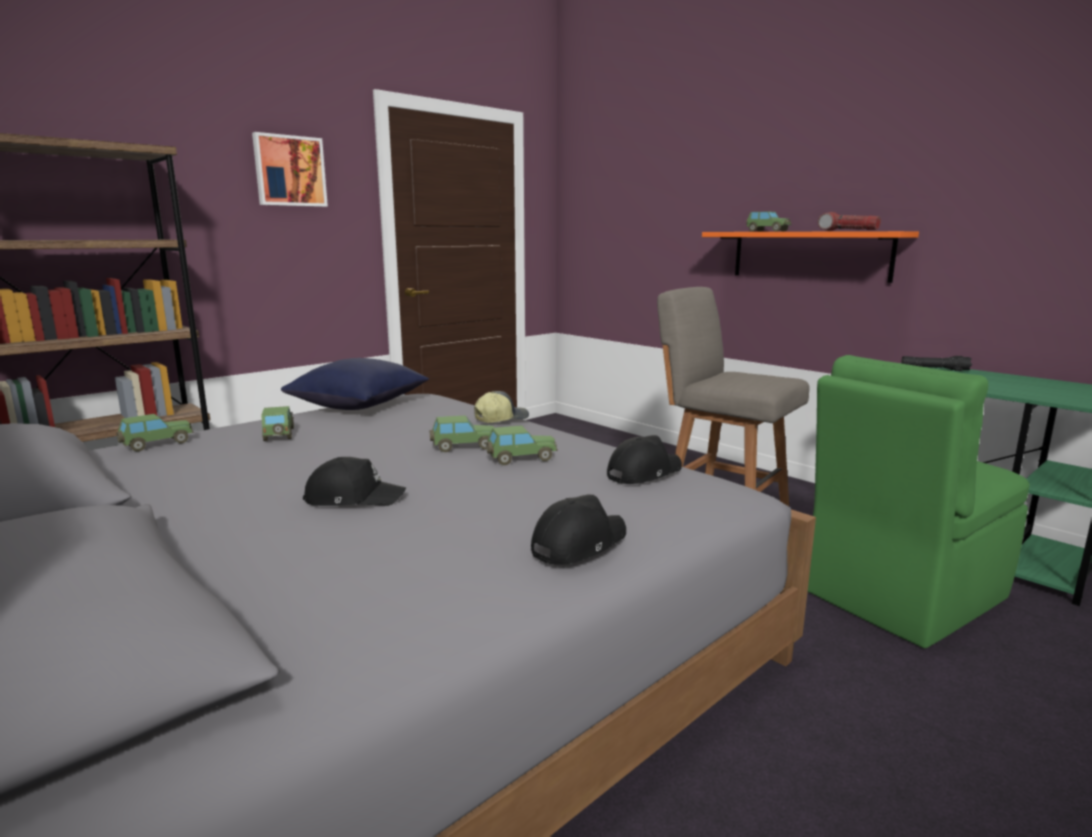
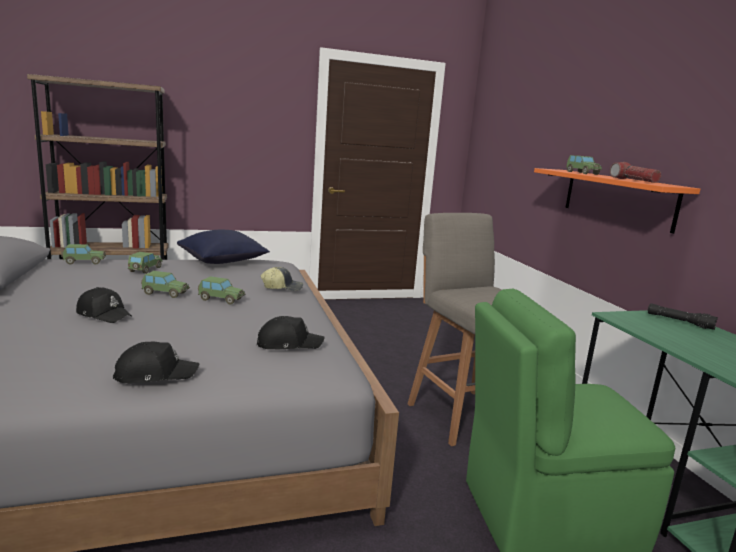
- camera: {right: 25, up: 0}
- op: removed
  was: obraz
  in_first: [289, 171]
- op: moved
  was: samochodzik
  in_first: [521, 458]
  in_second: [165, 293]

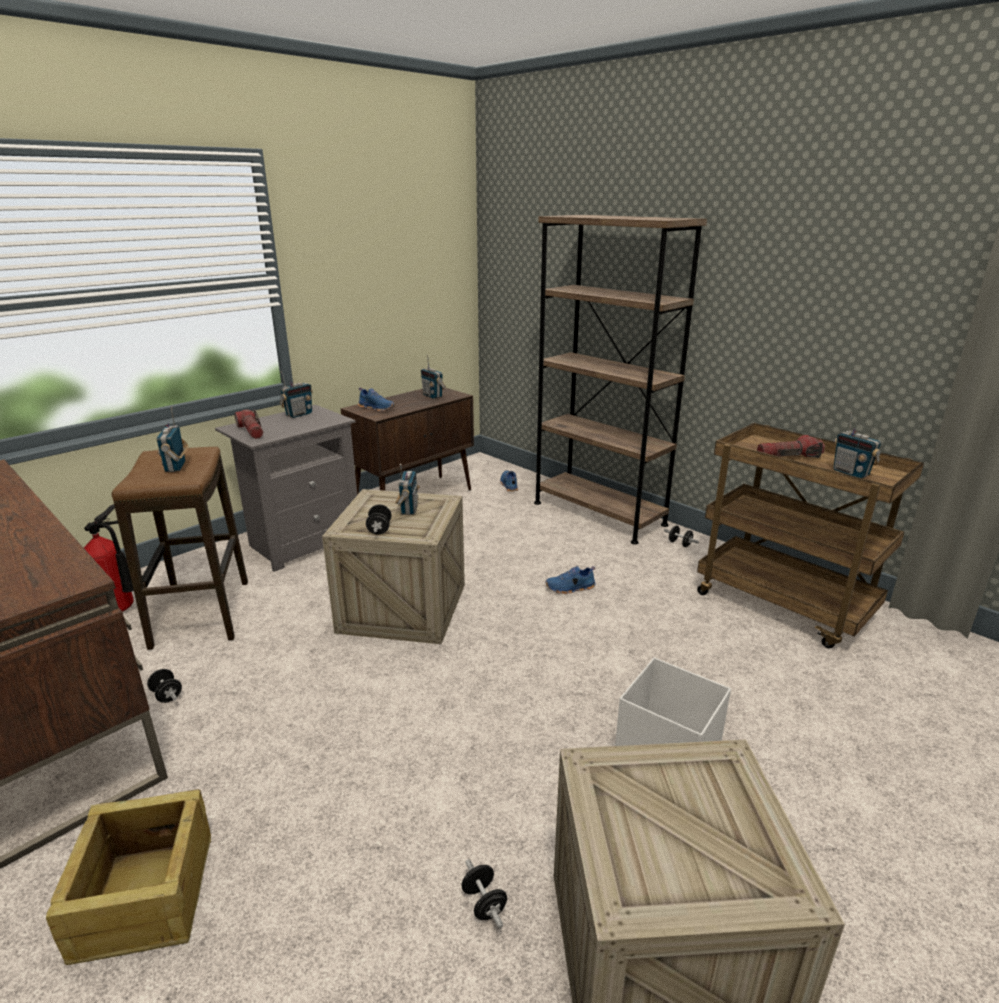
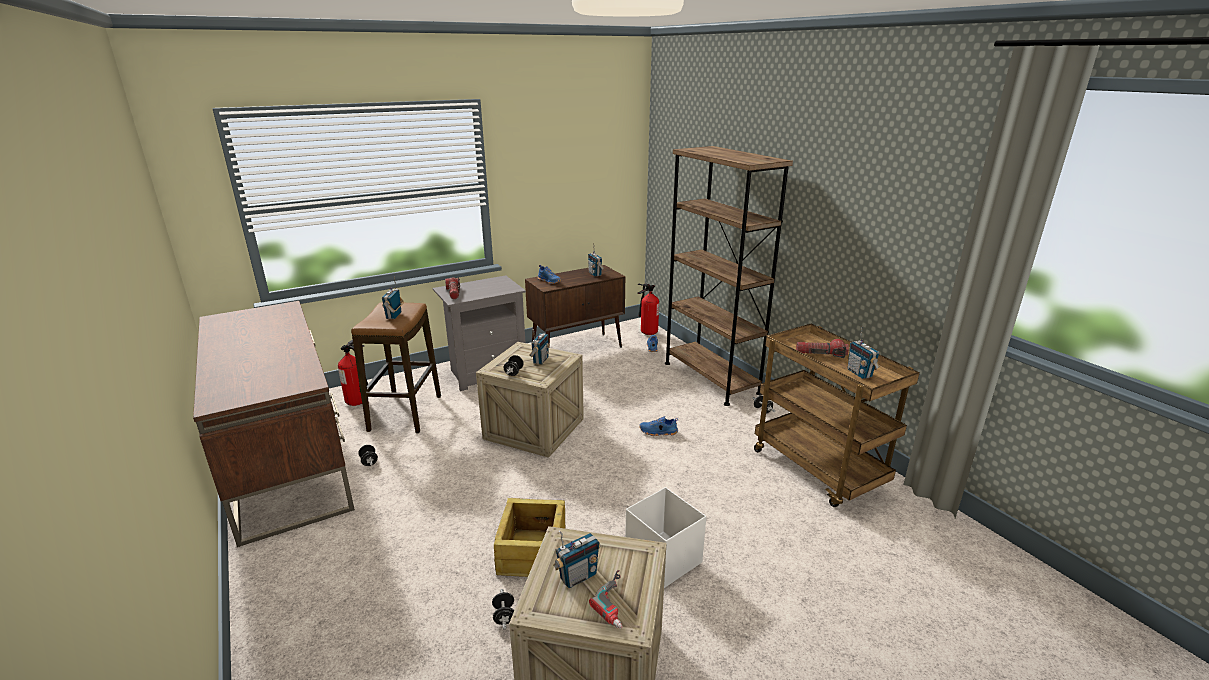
- camera: {right: 15, up: 0}
- op: moved
  was: radio
  in_first: [299, 414]
  in_second: [578, 576]
- op: moved
  was: skrzynka
  in_first: [143, 896]
  in_second: [531, 552]
- op: added
  now: gaśnica
  in_second: [646, 332]
- op: added
  now: wiertarka
  in_second: [618, 602]

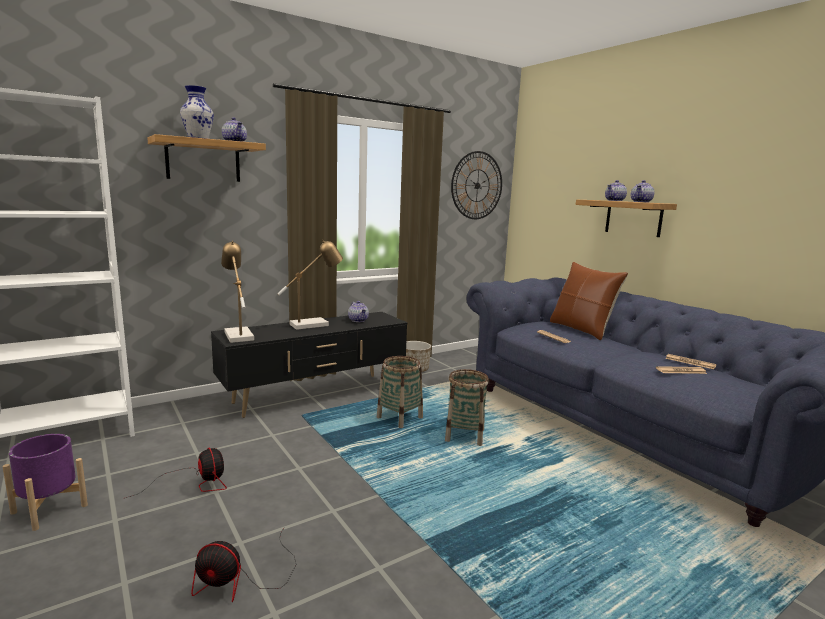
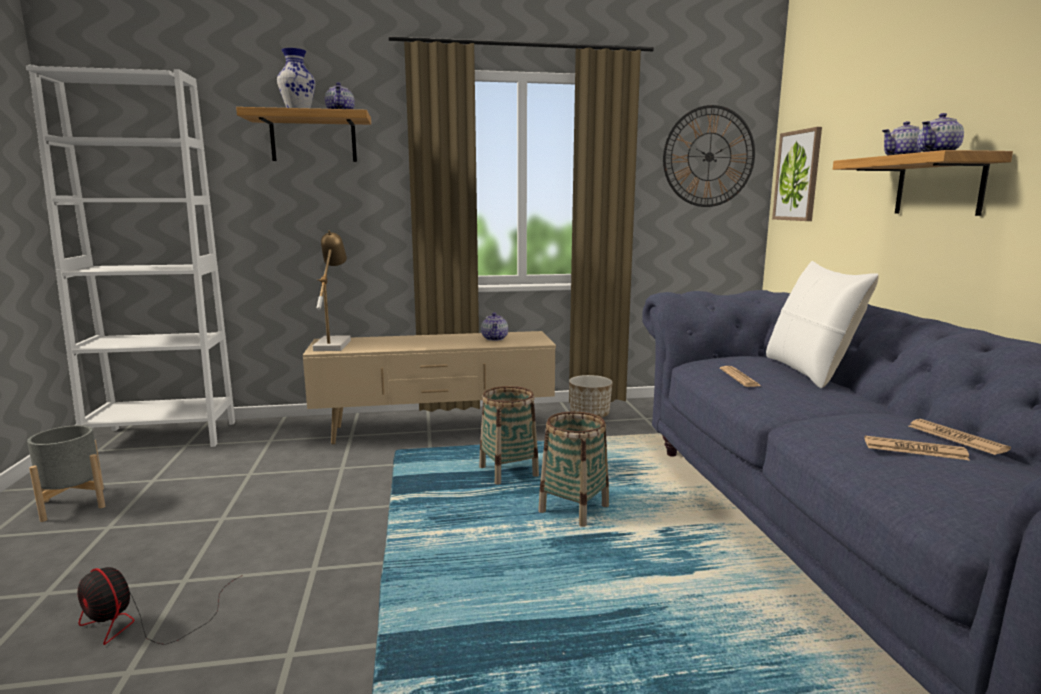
- camera: {right: 25, up: 0}
- op: removed
  was: lampa stołowa
  in_first: [313, 324]
- op: recoloured
  was: poduszka (brązowy)
  now: poduszka (biały)
  in_first: [581, 329]
  in_second: [808, 371]
- op: recoloured
  was: szafka pod telewizor (czarny)
  now: szafka pod telewizor (beżowy)
  in_first: [316, 395]
  in_second: [436, 430]
- op: recoloured
  was: donica (fioletowy)
  now: donica (szary)
  in_first: [50, 509]
  in_second: [74, 504]
- op: removed
  was: wentylator
  in_first: [196, 483]
- op: added
  now: obraz
  in_second: [798, 176]

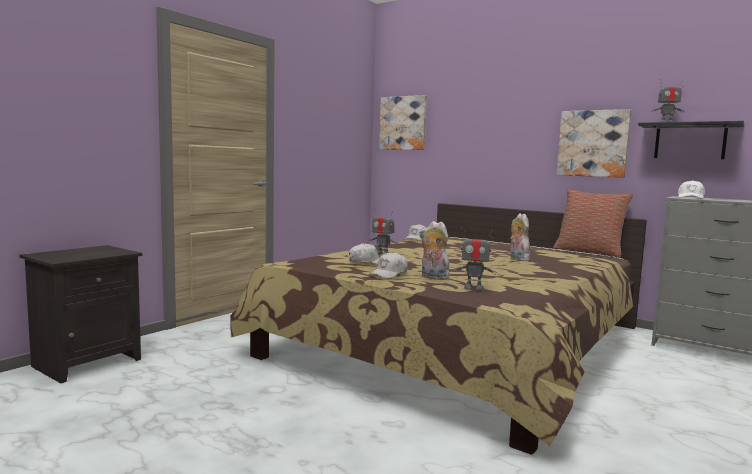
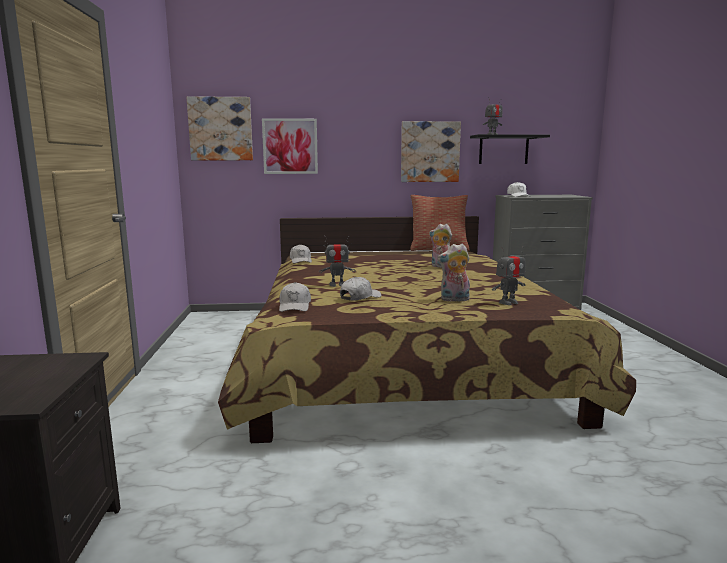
- camera: {right: -40, up: 5}
- op: moved
  was: czapka z daszkiem (biały)
  in_first: [389, 274]
  in_second: [295, 306]
- op: added
  now: obraz
  in_second: [290, 146]

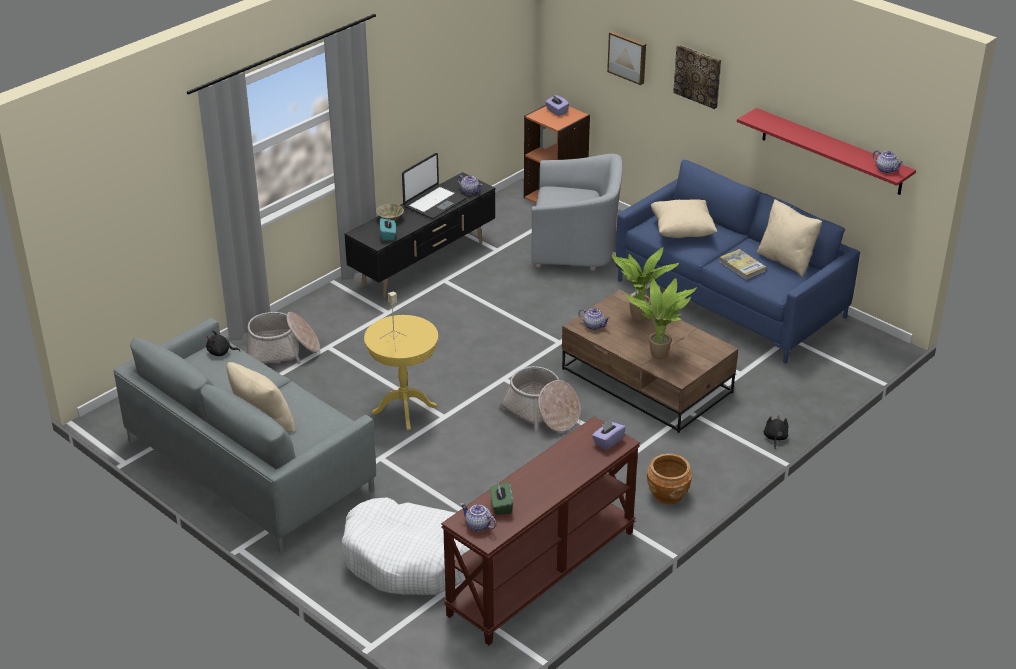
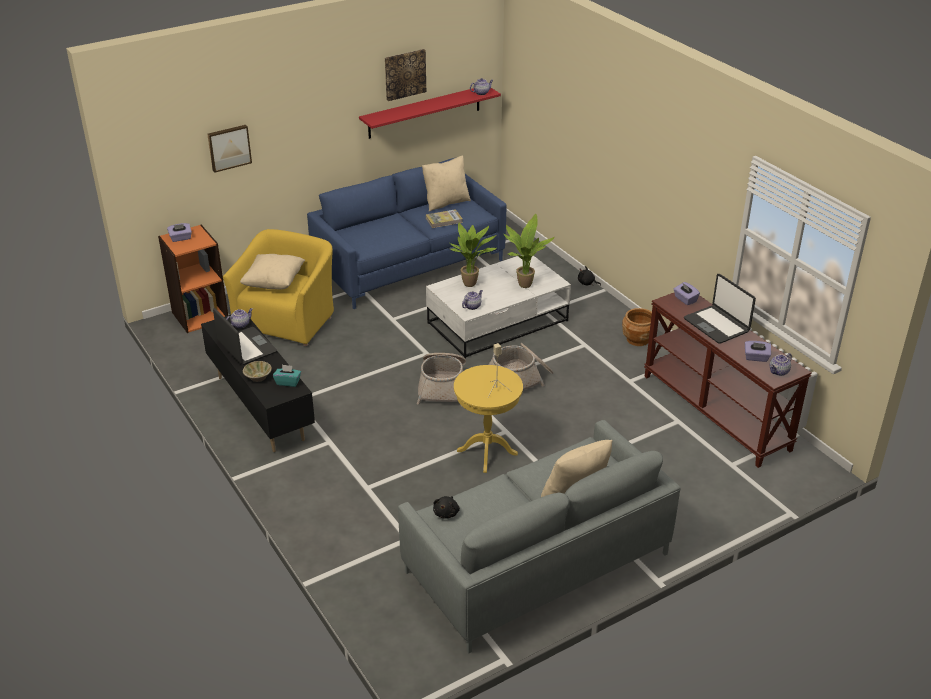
- camera: {right: -75, up: 0}
- op: moved
  was: obraz
  in_first: [698, 75]
  in_second: [404, 74]
- op: recoloured
  was: fotel (szary)
  now: fotel (żółty)
  in_first: [575, 246]
  in_second: [287, 320]
- op: moved
  was: poduszka (beżowy)
  in_first: [682, 232]
  in_second: [274, 283]
- op: recoloured
  was: ława (brązowy)
  now: ława (biały)
  in_first: [648, 381]
  in_second: [498, 321]
- op: moved
  was: koszyk
  in_first: [282, 351]
  in_second: [443, 386]
- op: recoloured
  was: pudełko chusteczek (zielony)
  now: pudełko chusteczek (fioletowy)
  in_first: [501, 506]
  in_second: [756, 358]
- op: removed
  was: legowisko (biały)
  in_first: [411, 559]
- op: added
  now: laptop
  in_second: [716, 325]

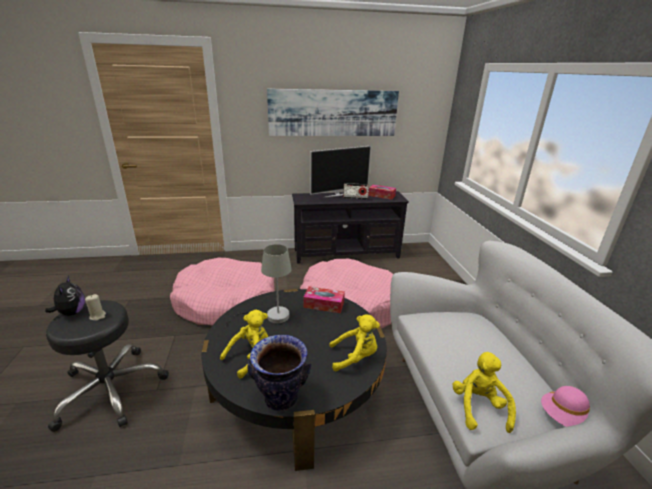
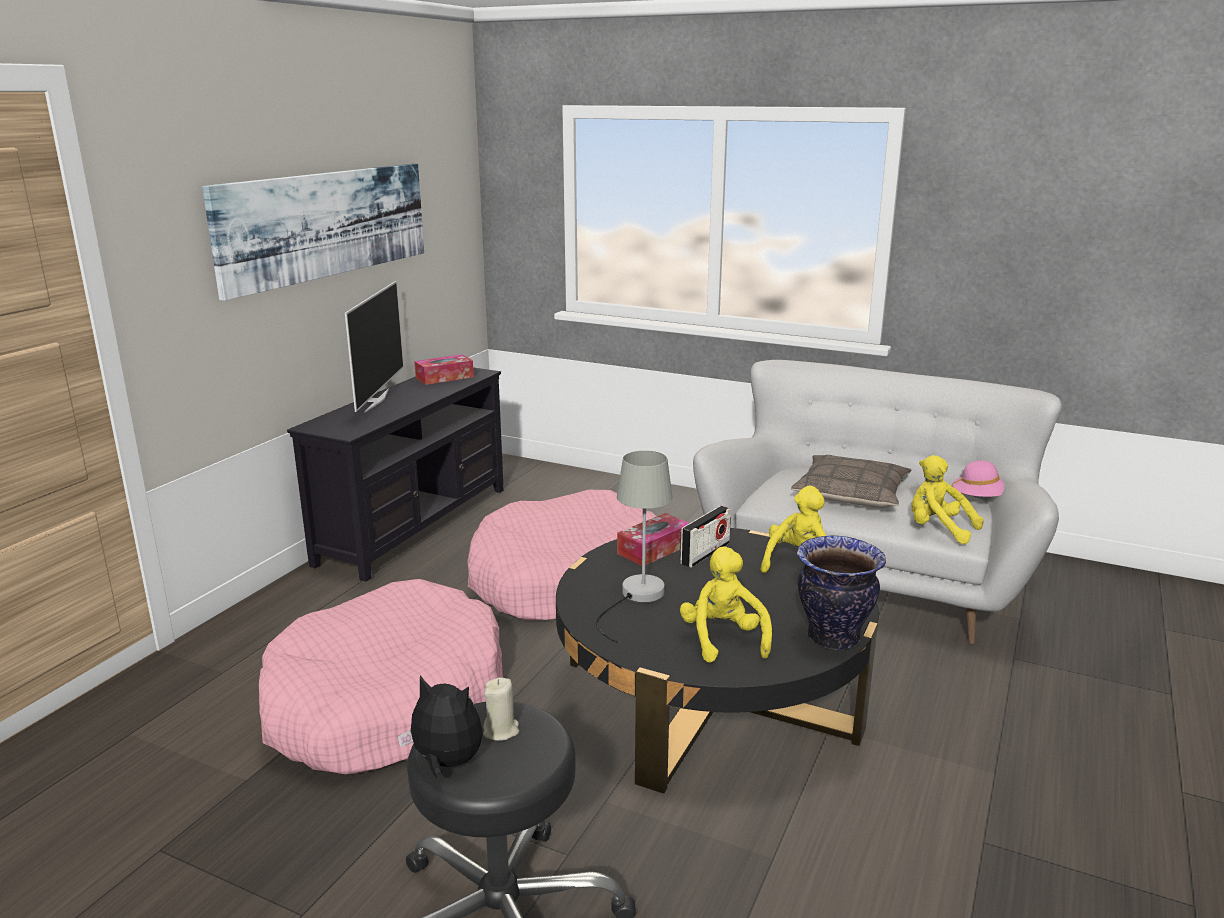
- camera: {right: -55, up: -5}
- op: moved
  was: radio
  in_first: [355, 198]
  in_second: [705, 553]
- op: added
  now: poduszka
  in_second: [851, 493]

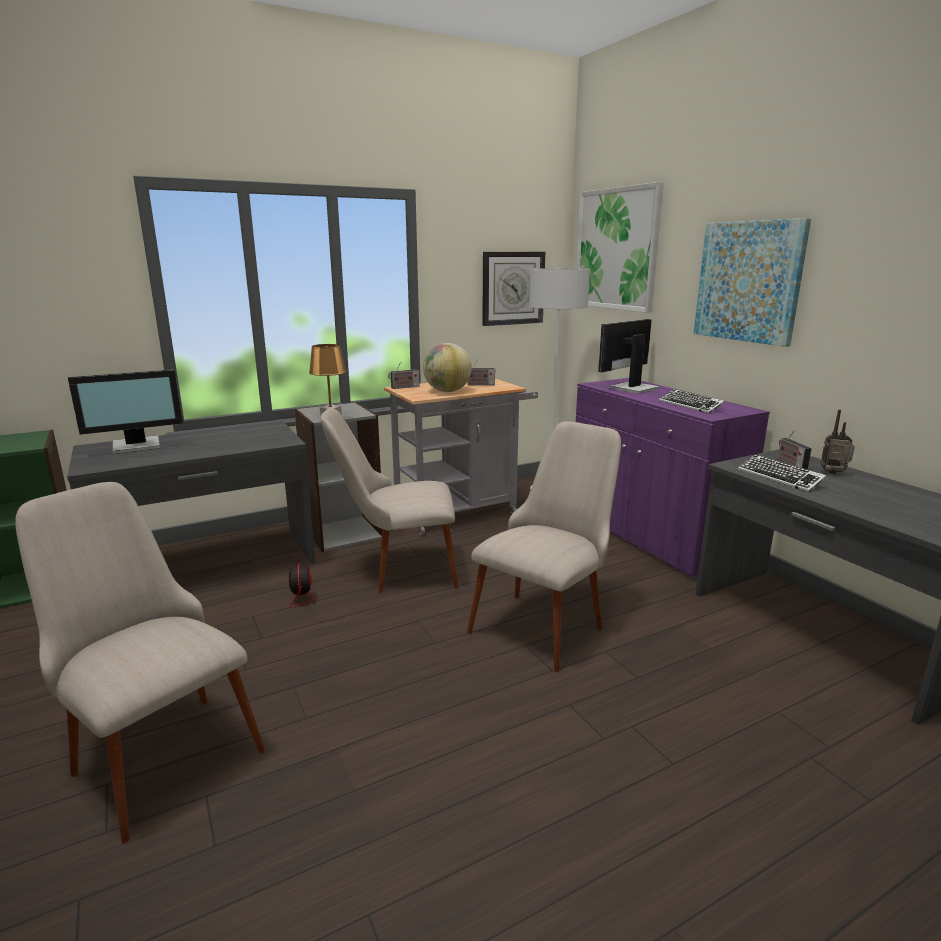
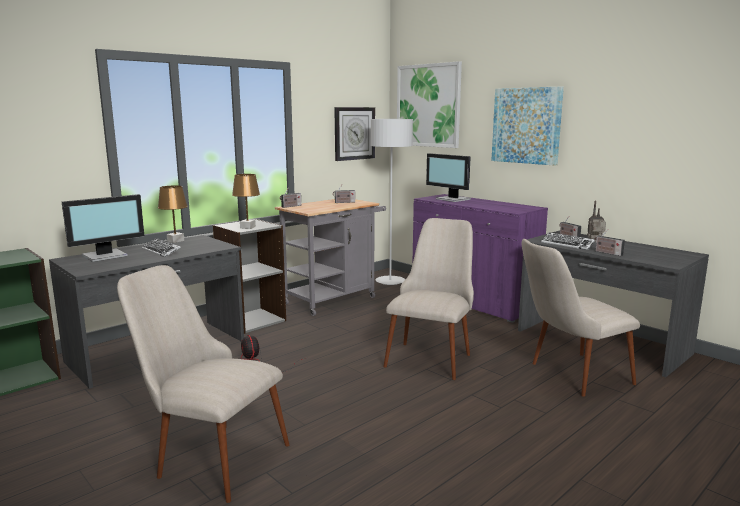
- camera: {right: -15, up: -5}
- op: turned
  was: monitor
  in_first: [632, 388]
  in_second: [452, 199]
  clockwise: -75
- op: removed
  was: globus
  in_first: [447, 391]
- op: moved
  was: klawiatura
  in_first: [690, 405]
  in_second: [161, 251]
- op: moved
  was: krzesło (beżowy)
  in_first: [398, 569]
  in_second: [568, 376]
- op: added
  now: lampa stołowa (brązowy)
  in_second: [175, 241]
- op: added
  now: radio
  in_second: [607, 253]

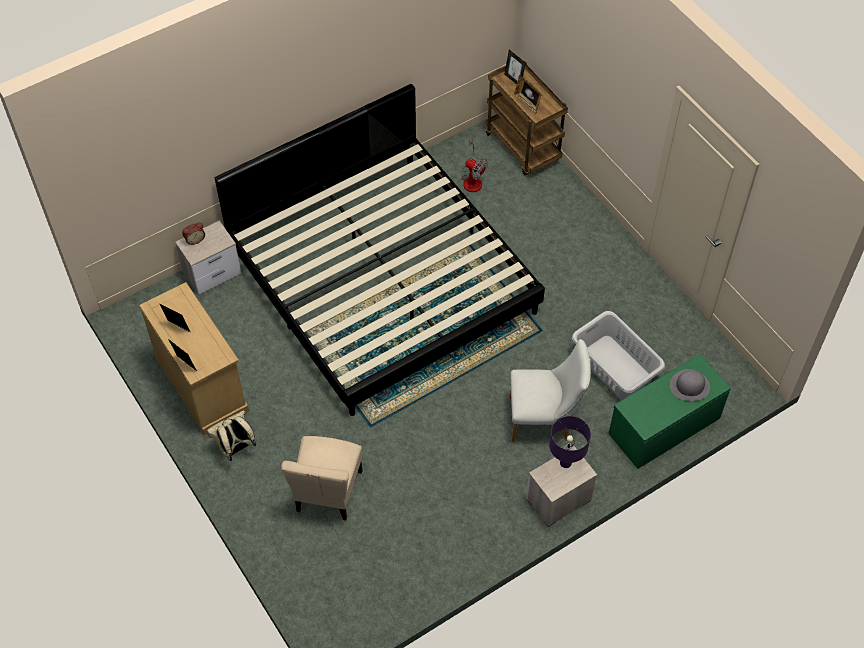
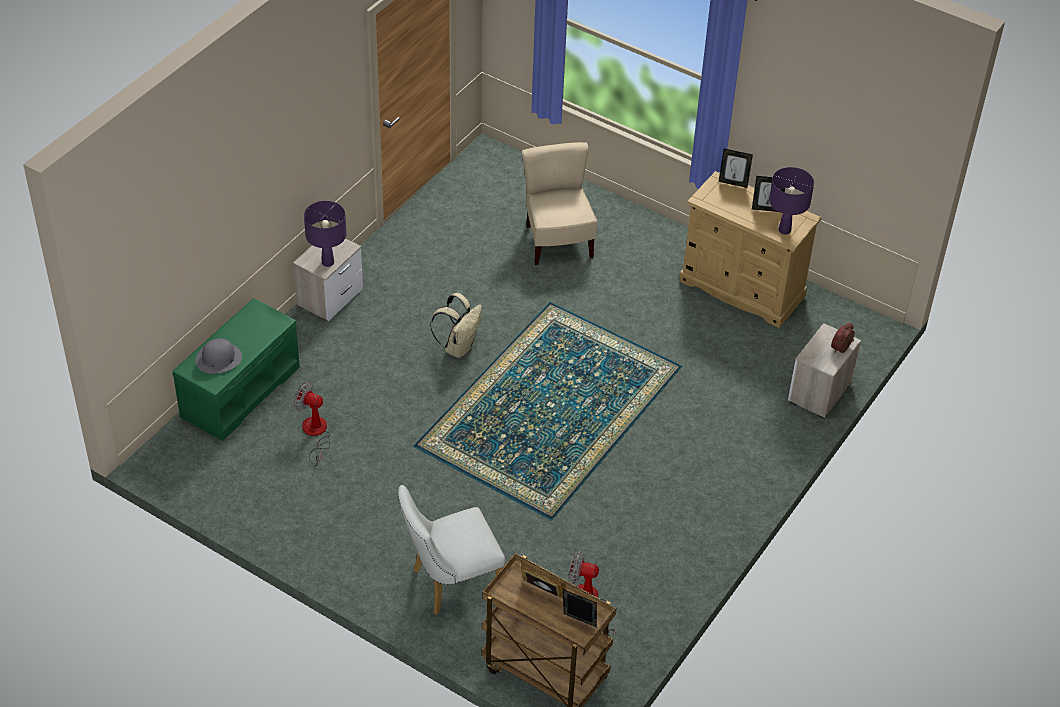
- camera: {right: 155, up: -10}
- op: removed
  was: łóżko
  in_first: [382, 280]
- op: replaced
  was: kosz na pranie (szary)
  now: wentylator
  in_first: [615, 366]
  in_second: [315, 434]
- op: moved
  was: krzesło (biały)
  in_first: [544, 419]
  in_second: [450, 584]
- op: moved
  was: plecak (beżowy)
  in_first: [235, 448]
  in_second: [458, 347]
- op: added
  now: lampa stołowa (fioletowy)
  in_second: [784, 230]

